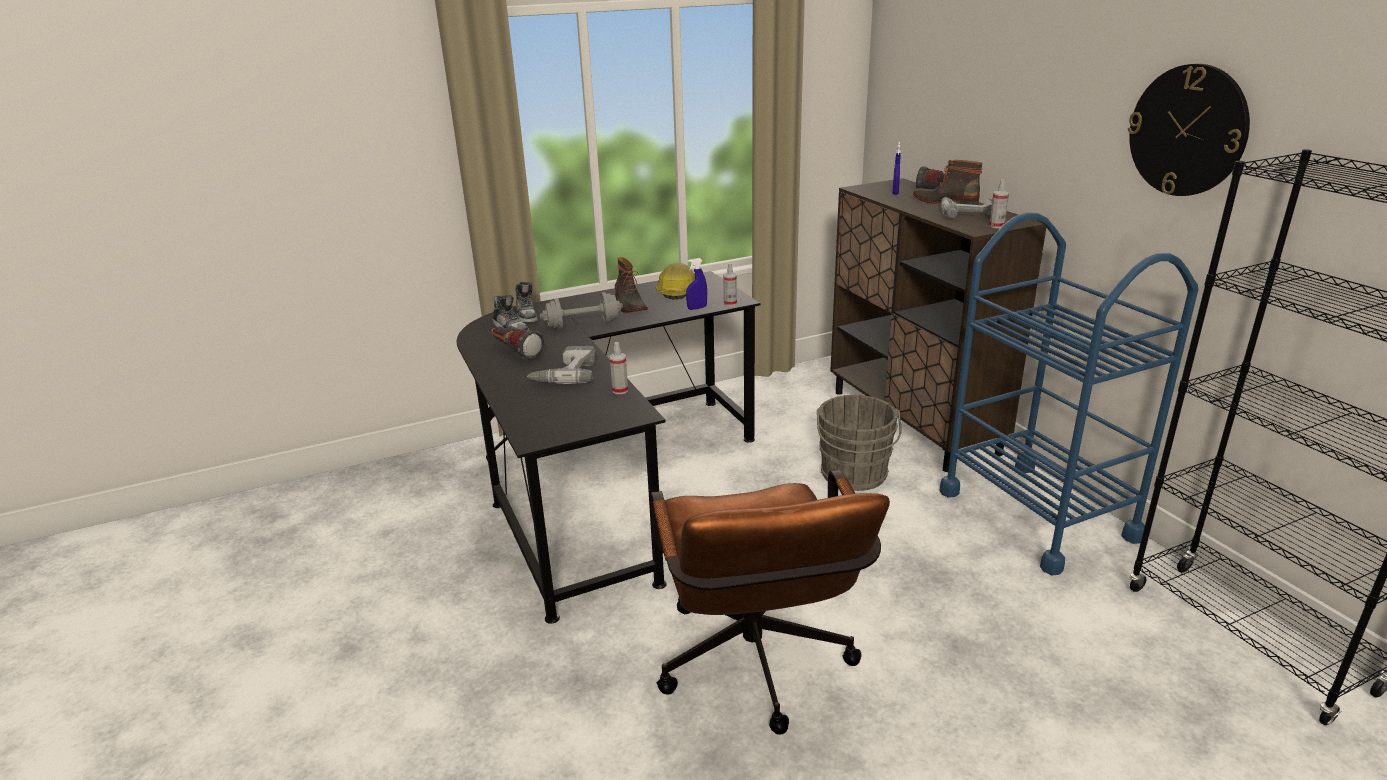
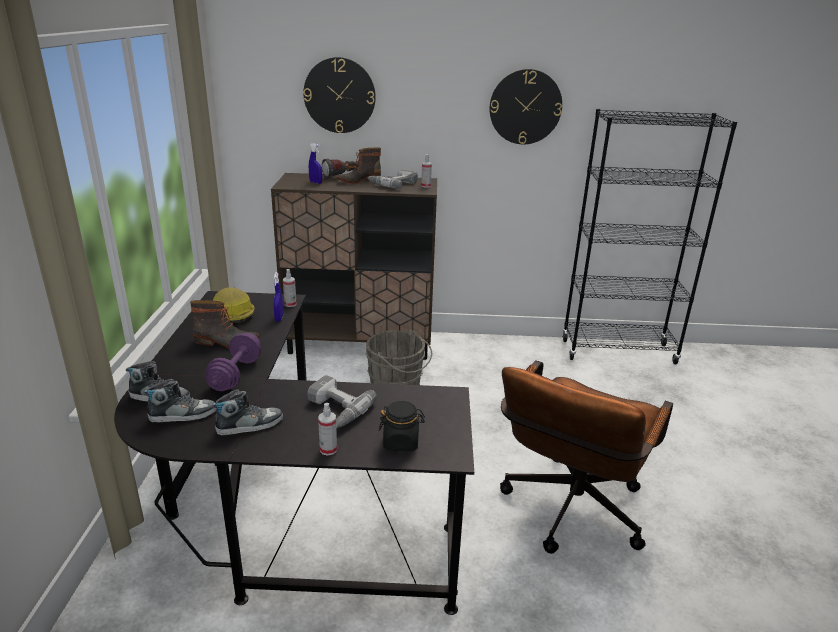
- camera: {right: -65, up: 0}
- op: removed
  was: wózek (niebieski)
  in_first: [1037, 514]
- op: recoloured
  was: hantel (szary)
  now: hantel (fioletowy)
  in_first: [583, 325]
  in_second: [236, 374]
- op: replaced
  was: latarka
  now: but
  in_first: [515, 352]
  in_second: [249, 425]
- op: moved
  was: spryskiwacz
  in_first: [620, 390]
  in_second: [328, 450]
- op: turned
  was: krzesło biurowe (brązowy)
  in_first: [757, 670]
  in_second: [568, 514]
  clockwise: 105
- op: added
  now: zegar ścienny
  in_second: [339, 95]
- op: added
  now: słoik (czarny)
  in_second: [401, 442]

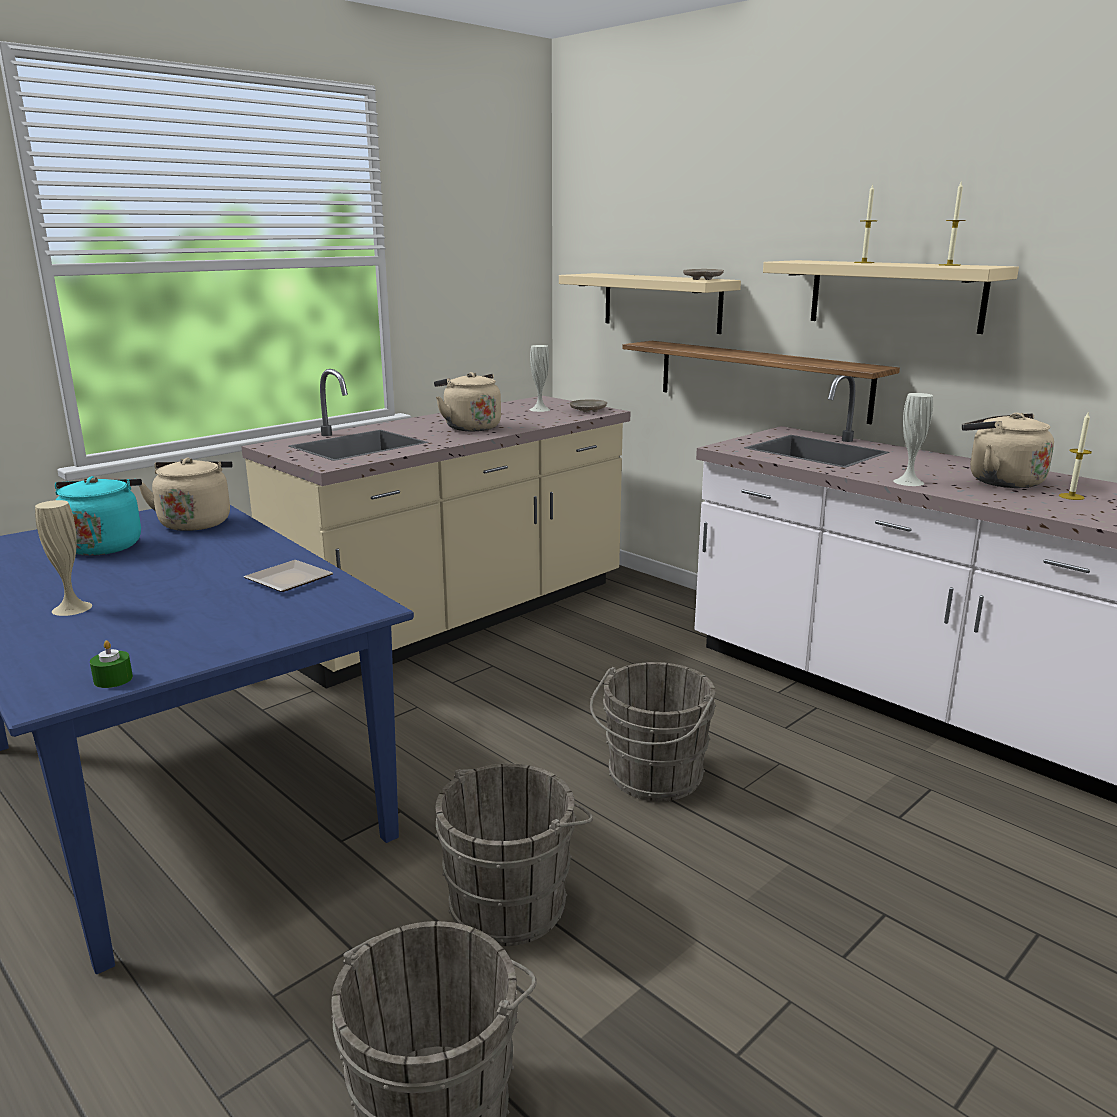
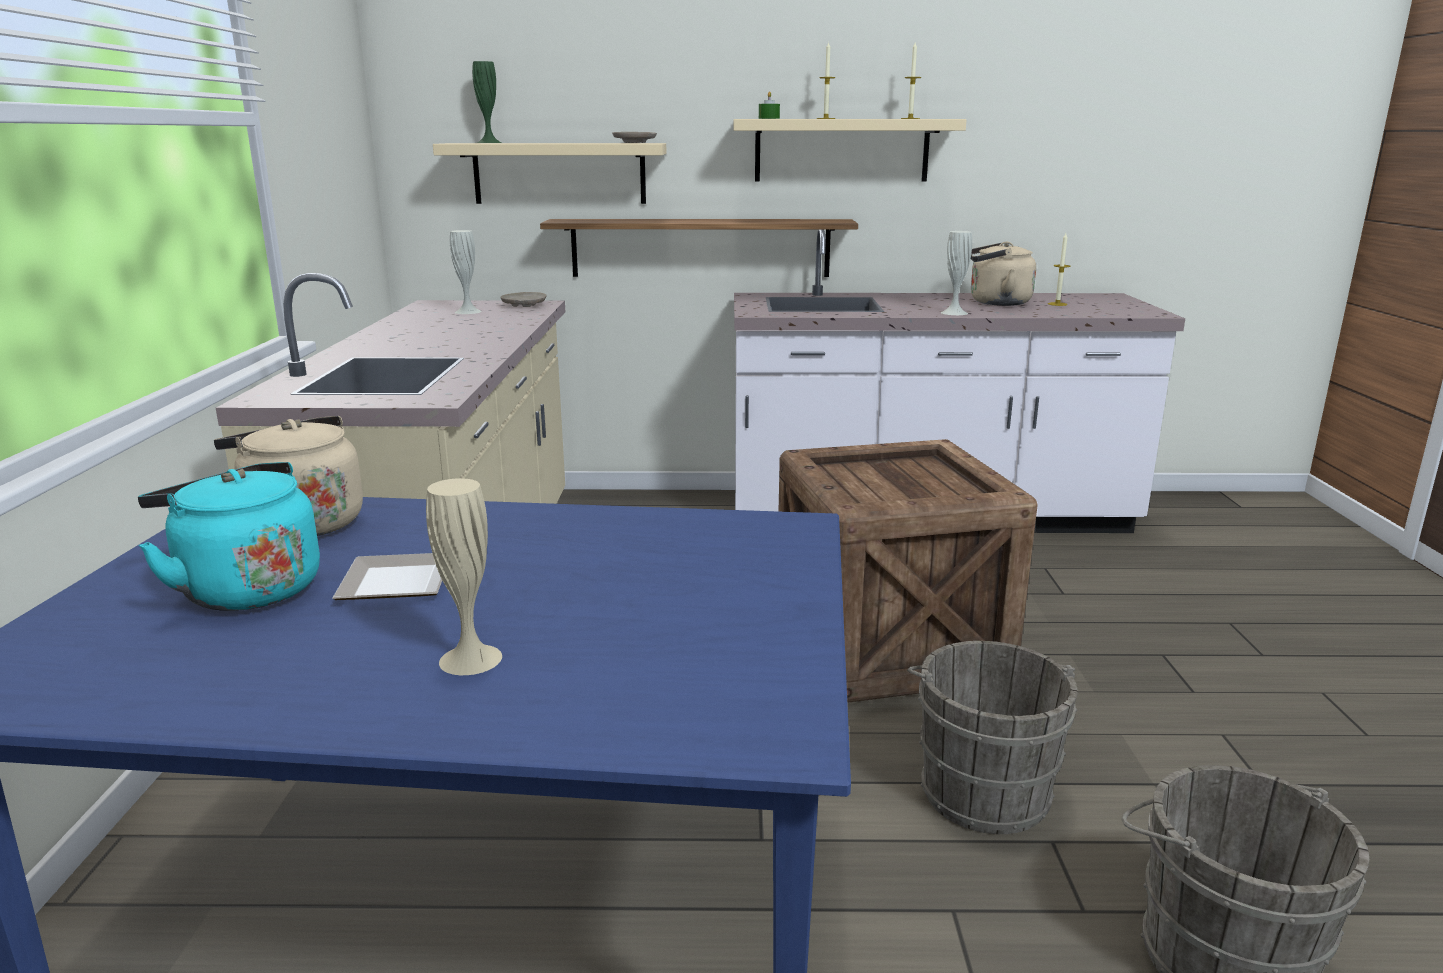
- camera: {right: -45, up: 0}
- op: removed
  was: czajnik (beżowy)
  in_first: [470, 427]
- op: moved
  was: talerz
  in_first: [289, 579]
  in_second: [393, 581]
- op: moved
  was: świeca (zielony)
  in_first: [113, 679]
  in_second: [769, 118]
- op: replaced
  was: wiadro (szary)
  now: skrzynka
  in_first: [652, 778]
  in_second: [890, 645]
- op: added
  now: wazon (zielony)
  in_second: [489, 142]

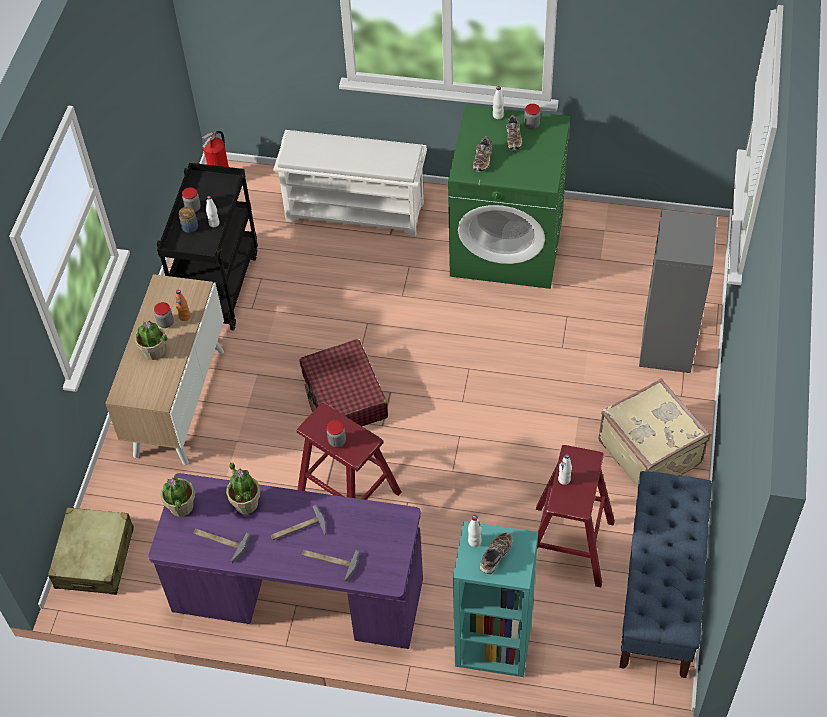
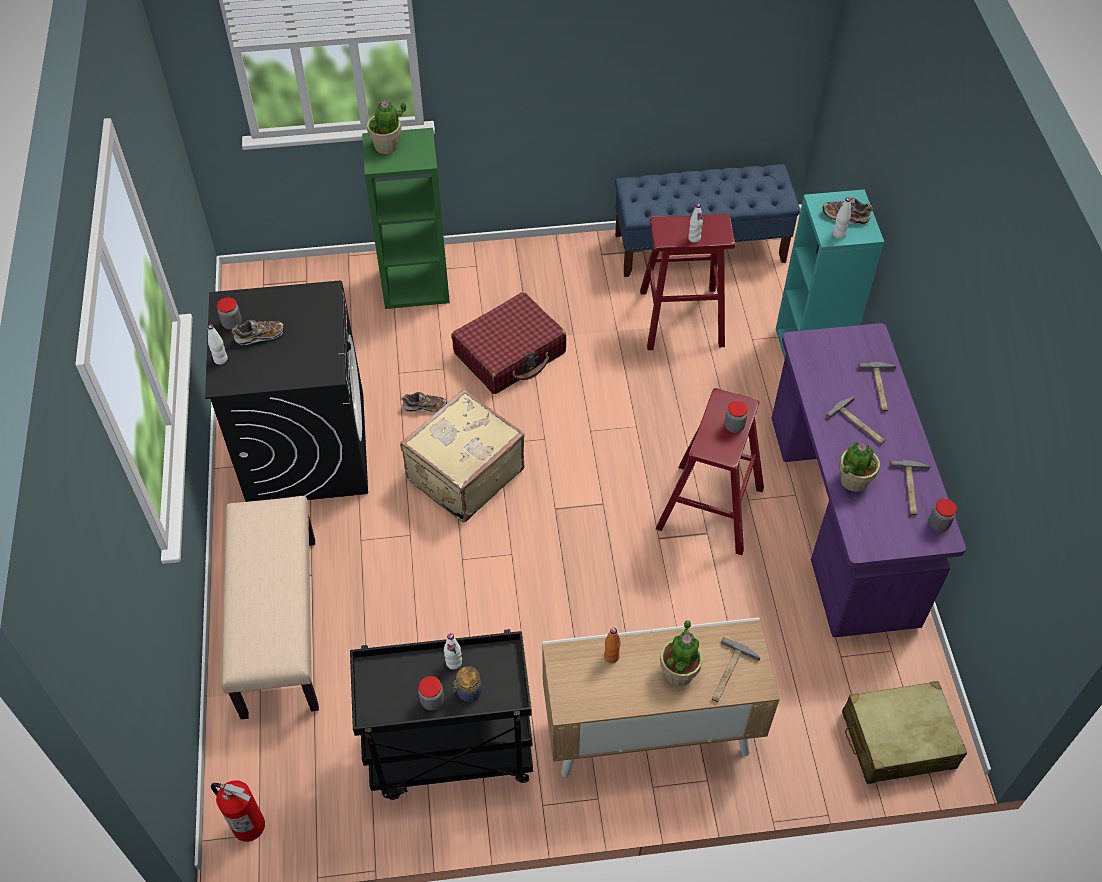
- camera: {right: -110, up: 0}
- op: recoloured
  was: pralka (zielony)
  now: pralka (czarny)
  in_first: [507, 246]
  in_second: [306, 448]
- op: replaced
  was: regał na buty (biały)
  now: ławka (beżowy)
  in_first: [356, 211]
  in_second: [278, 625]
- op: moved
  was: but
  in_first: [482, 160]
  in_second: [425, 406]
- op: recoloured
  was: regał (szary)
  now: regał (zielony)
  in_first: [667, 346]
  in_second: [416, 285]
- op: moved
  was: słoik
  in_first: [165, 323]
  in_second: [938, 524]
- op: moved
  was: walizka (czerwony)
  in_first: [344, 397]
  in_second: [510, 353]
- op: moved
  was: walizka (beżowy)
  in_first: [650, 451]
  in_second: [463, 474]
- op: moved
  was: roślina doniczkowa
  in_first: [181, 506]
  in_second: [387, 146]
- op: added
  now: młotek
  in_second: [729, 674]

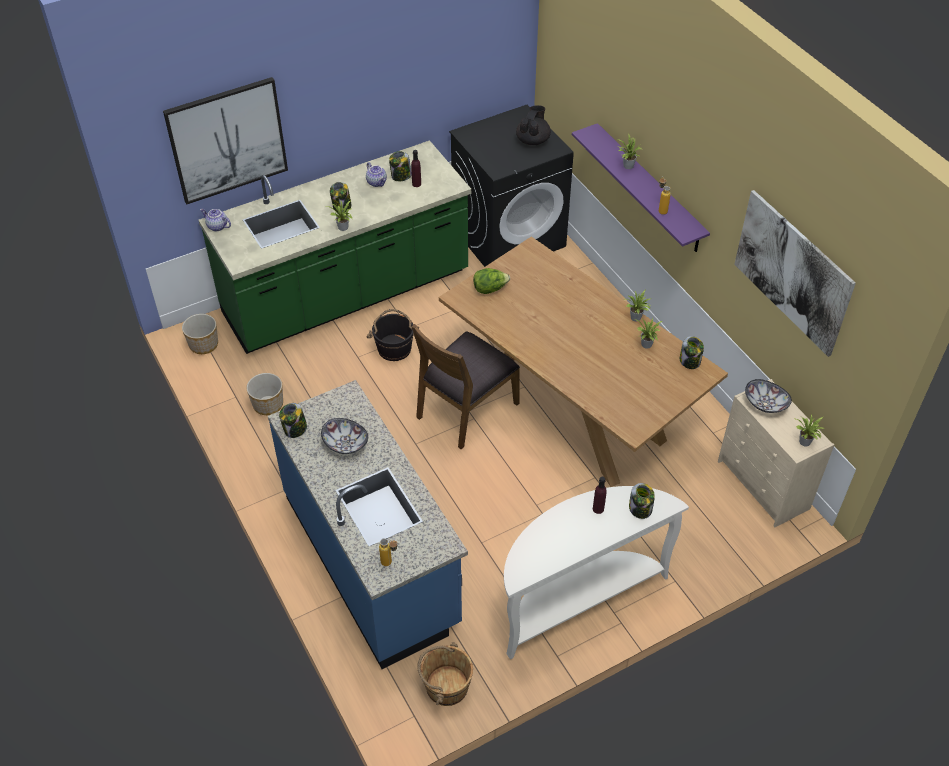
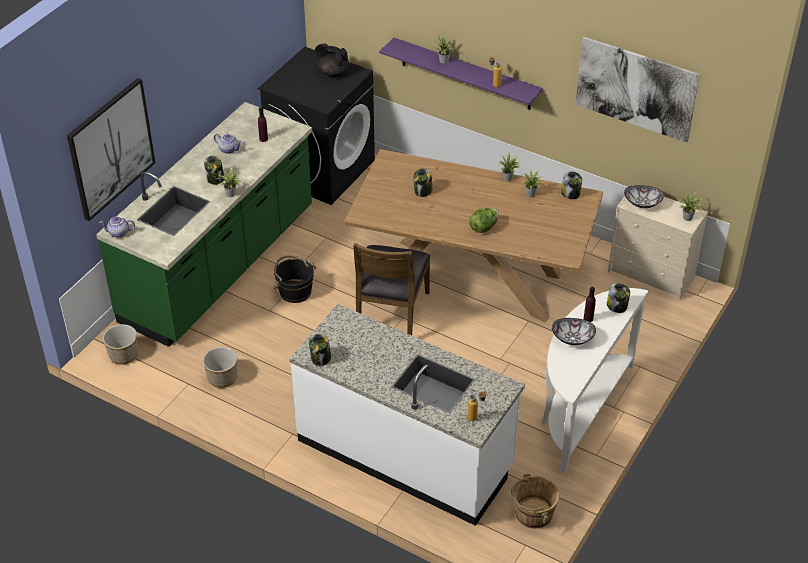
- camera: {right: -30, up: -5}
- op: turned
  was: imbryk (czarny)
  in_first: [533, 140]
  in_second: [333, 72]
  clockwise: -60
- op: moved
  was: słoik
  in_first: [401, 176]
  in_second: [423, 191]
- op: moved
  was: sałata
  in_first: [490, 289]
  in_second: [483, 227]
- op: recoloured
  was: zabudowa kuchenna (niebieski)
  now: zabudowa kuchenna (biały)
  in_first: [372, 560]
  in_second: [405, 453]
- op: moved
  was: miska
  in_first: [346, 444]
  in_second: [572, 338]

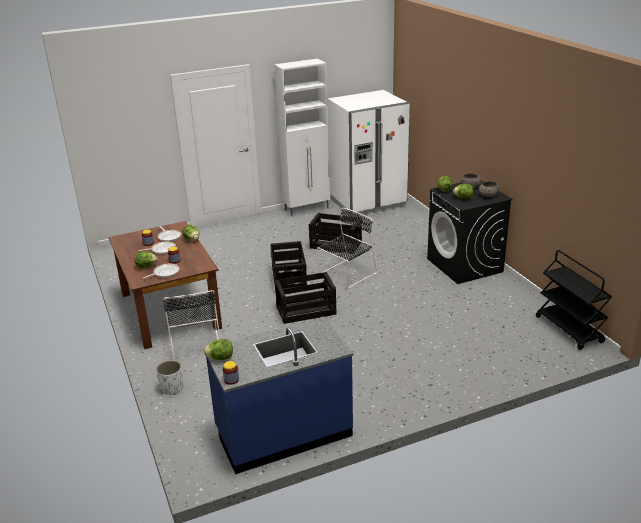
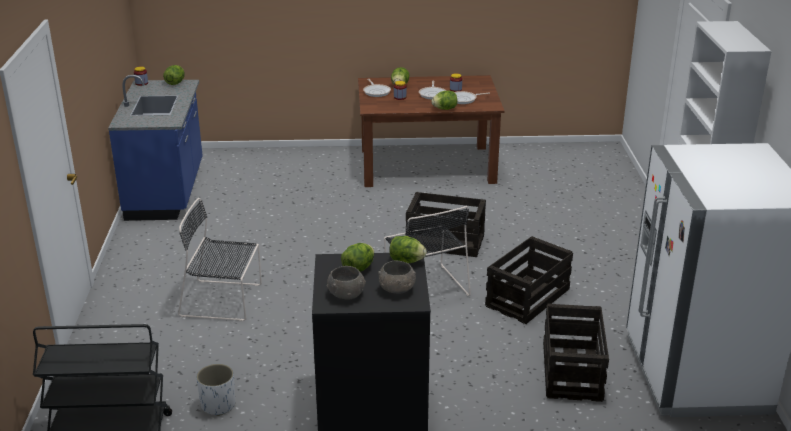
- camera: {right: 110, up: 0}
- op: moved
  was: skrzynka
  in_first: [306, 310]
  in_second: [572, 372]
- op: moved
  was: krzesło (czarny)
  in_first: [195, 346]
  in_second: [224, 300]
- op: moved
  was: donica (biały)
  in_first: [172, 388]
  in_second: [218, 405]

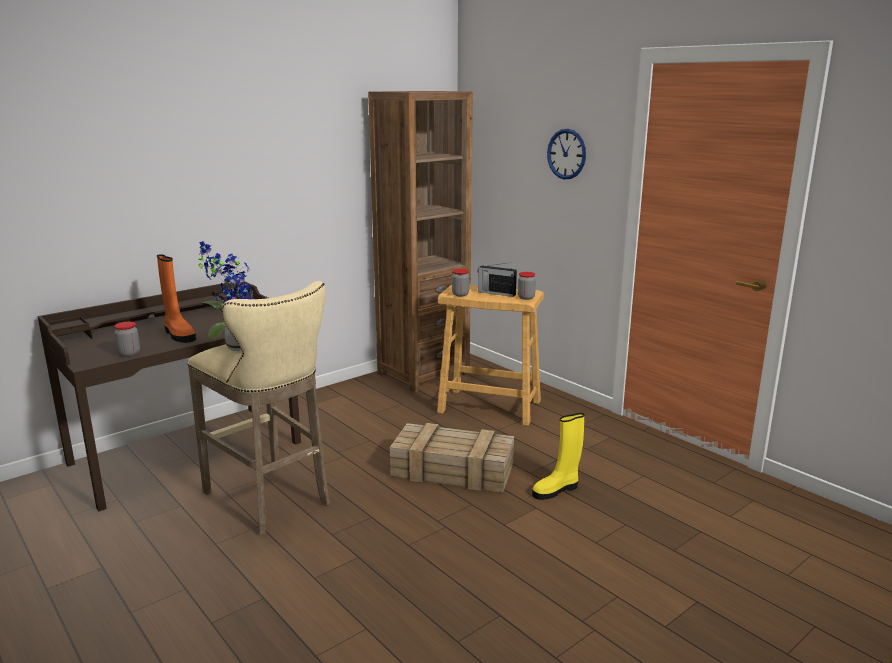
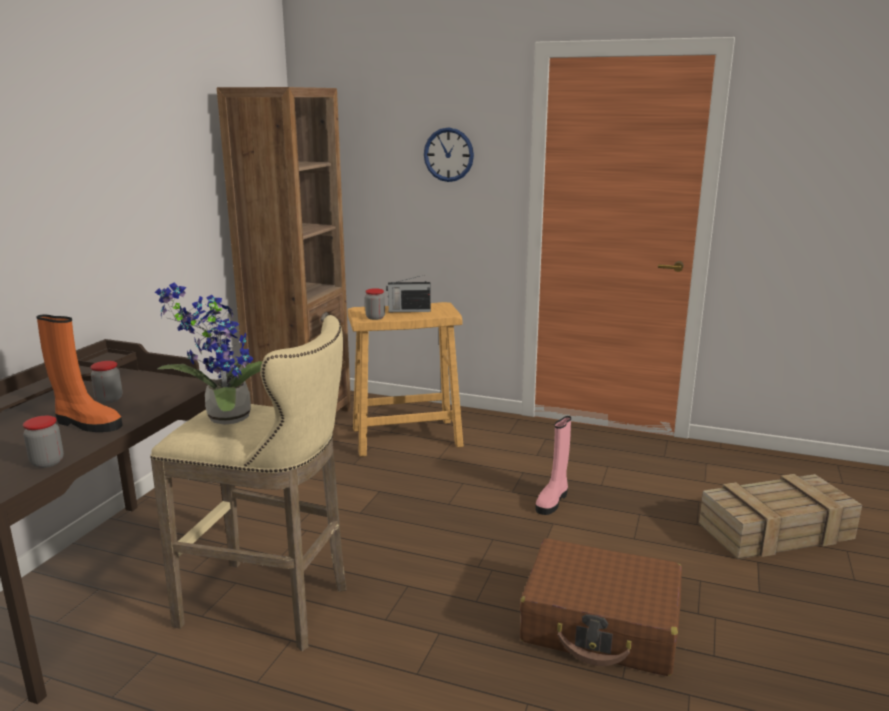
- camera: {right: -30, up: 0}
- op: moved
  was: słoik
  in_first: [526, 297]
  in_second: [109, 399]
- op: recoloured
  was: but z cholewką (żółty)
  now: but z cholewką (różowy)
  in_first: [556, 490]
  in_second: [552, 501]
- op: moved
  was: skrzynka
  in_first: [454, 470]
  in_second: [777, 530]
- op: added
  now: walizka (brązowy)
  in_second: [601, 624]

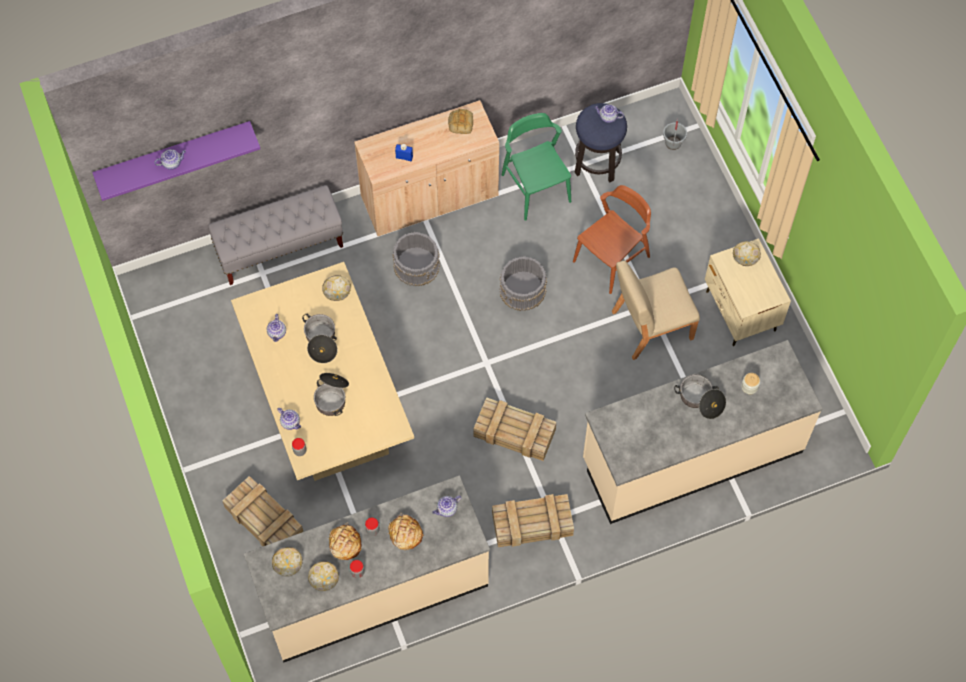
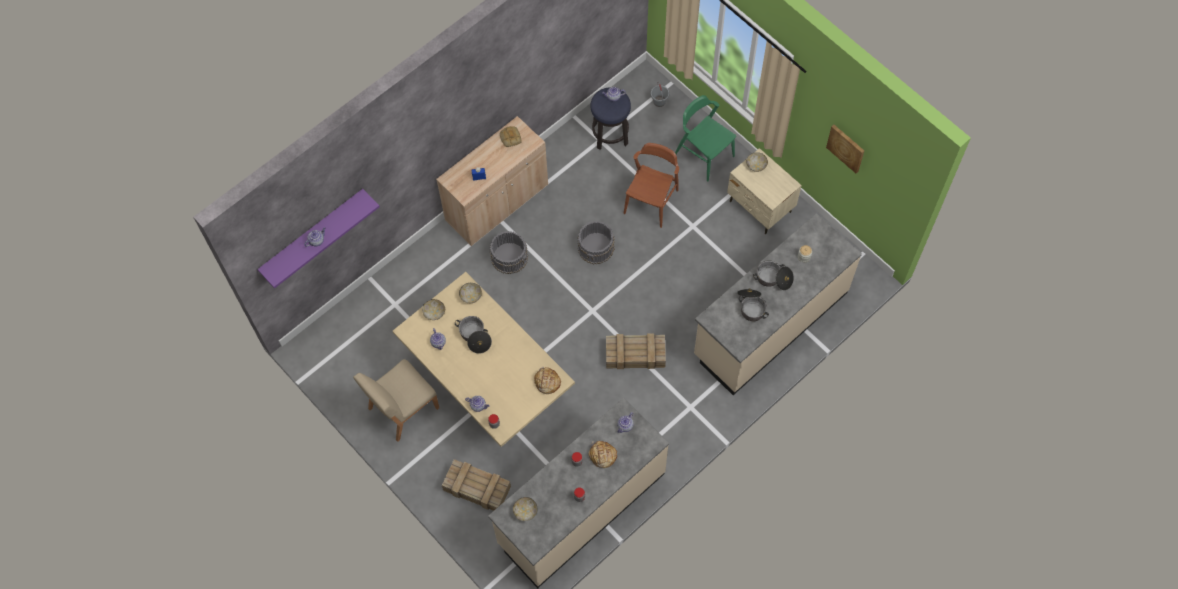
- camera: {right: -20, up: 0}
- op: moved
  was: krzesło (zielony)
  in_first: [536, 188]
  in_second: [704, 155]
- op: removed
  was: ławka (szary)
  in_first: [280, 248]
- op: moved
  was: krzesło (beżowy)
  in_first: [651, 325]
  in_second: [402, 408]
- op: moved
  was: garnek
  in_first: [332, 397]
  in_second: [751, 306]
- op: removed
  was: skrzynka
  in_first: [531, 525]
- op: moved
  was: chleb
  in_first: [345, 544]
  in_second: [547, 382]
- op: moved
  was: miska
  in_first: [324, 580]
  in_second: [434, 313]
- op: added
  now: obraz
  in_second: [846, 148]

